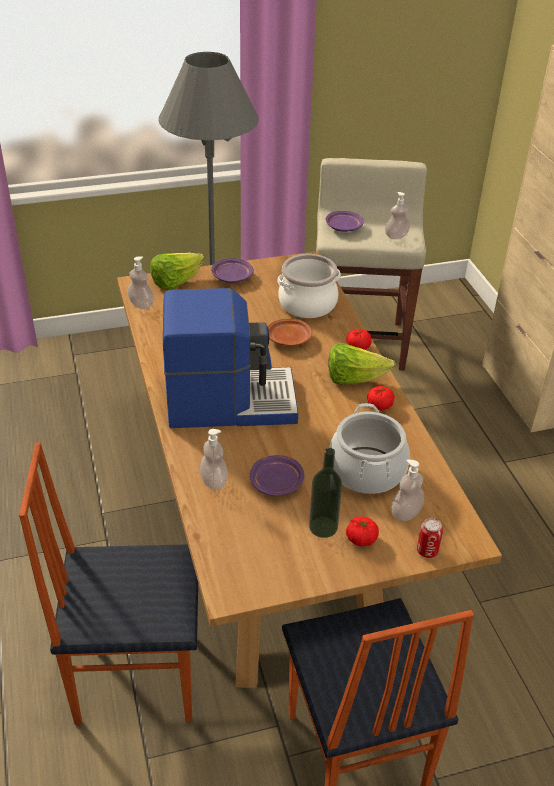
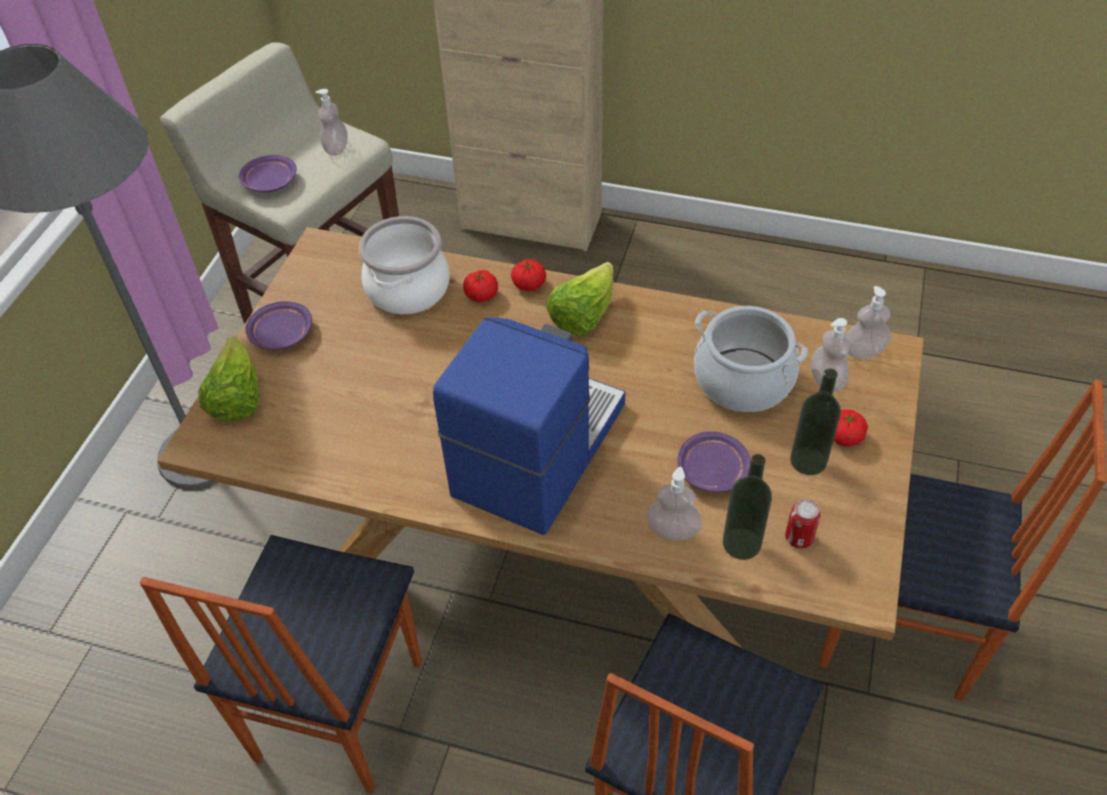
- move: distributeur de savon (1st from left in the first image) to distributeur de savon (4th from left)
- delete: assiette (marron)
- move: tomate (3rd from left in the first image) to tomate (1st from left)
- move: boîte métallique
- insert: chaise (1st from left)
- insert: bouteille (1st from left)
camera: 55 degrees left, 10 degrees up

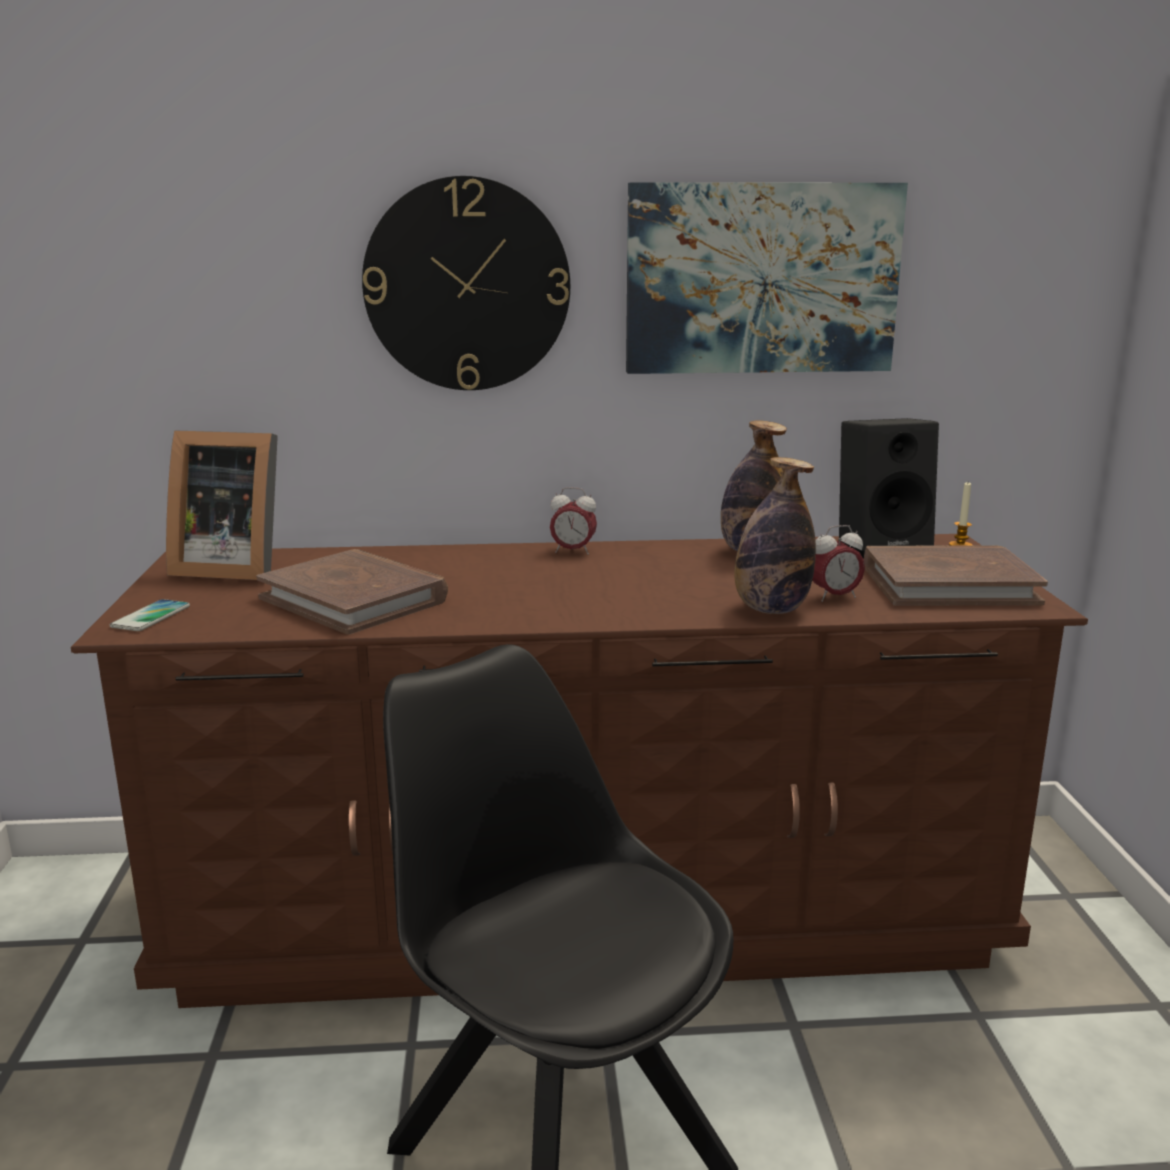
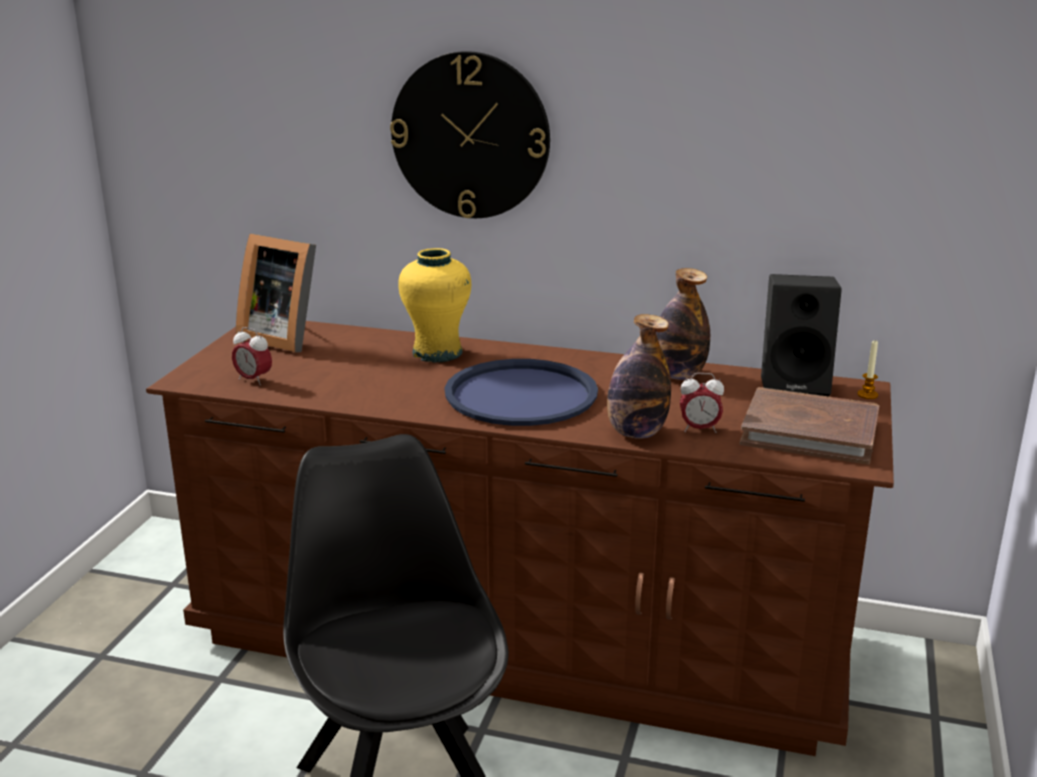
- delete: téléphone
- delete: livre (marron) (1st from left)
- move: réveil (1st from left)
- delete: tableau
- insert: vase (jaune)
- insert: plateau (bleu)
camera: 20 degrees right, 5 degrees up

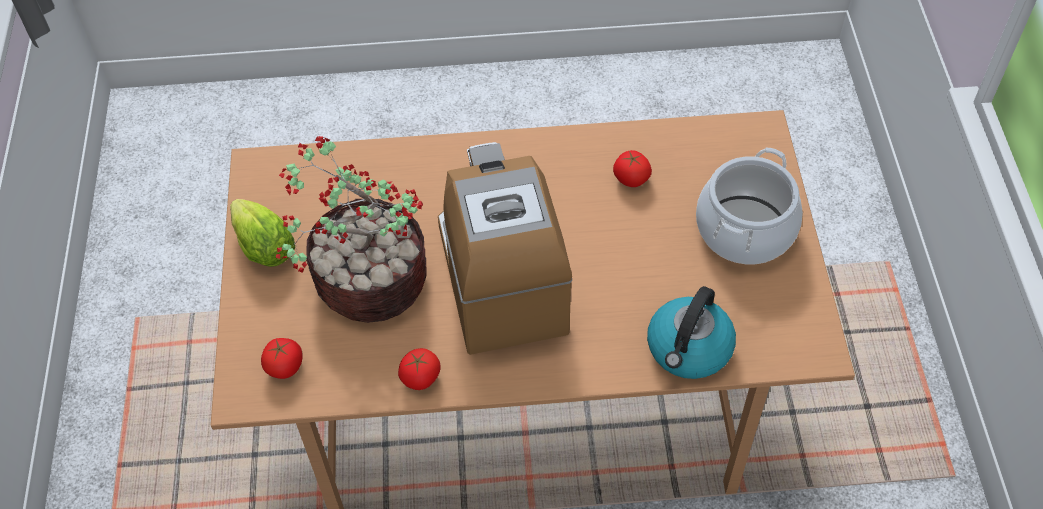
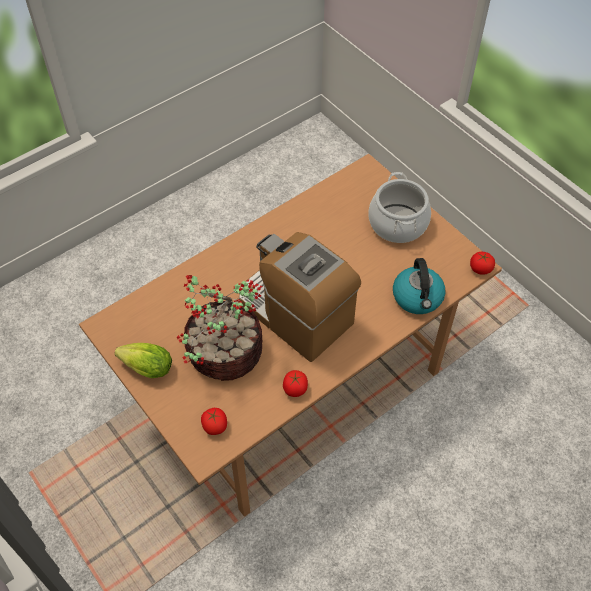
- move: tomate (3rd from left)
camera: 35 degrees left, 0 degrees up

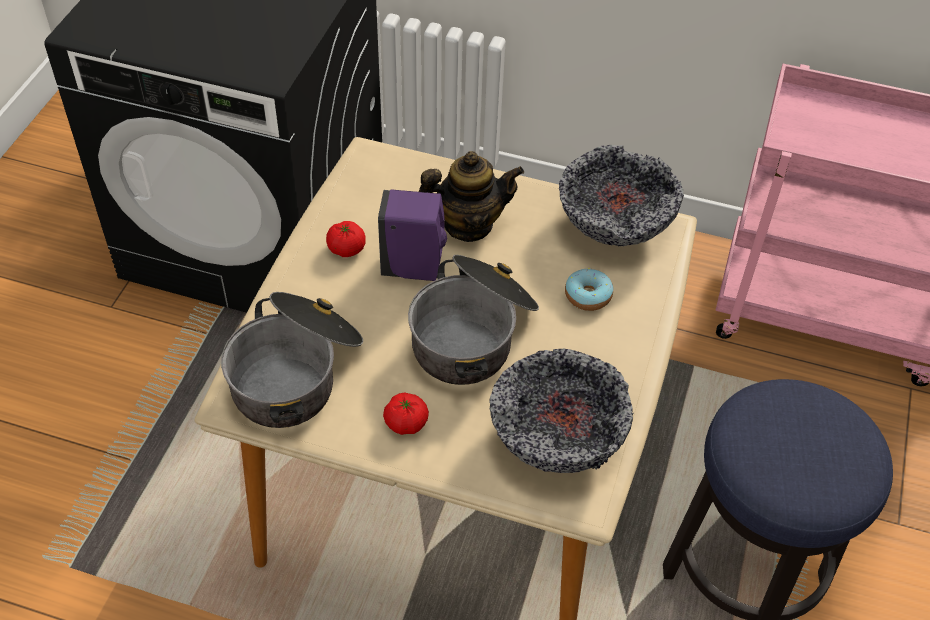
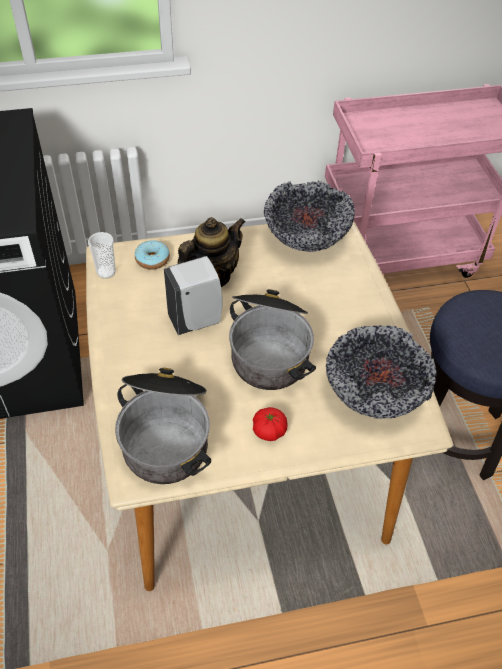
- delete: tomate (1st from left)
- recolor: distributeur de savon (violet) to distributeur de savon (blanc)
- move: beignet
- insert: tasse
camera: 30 degrees left, 0 degrees up

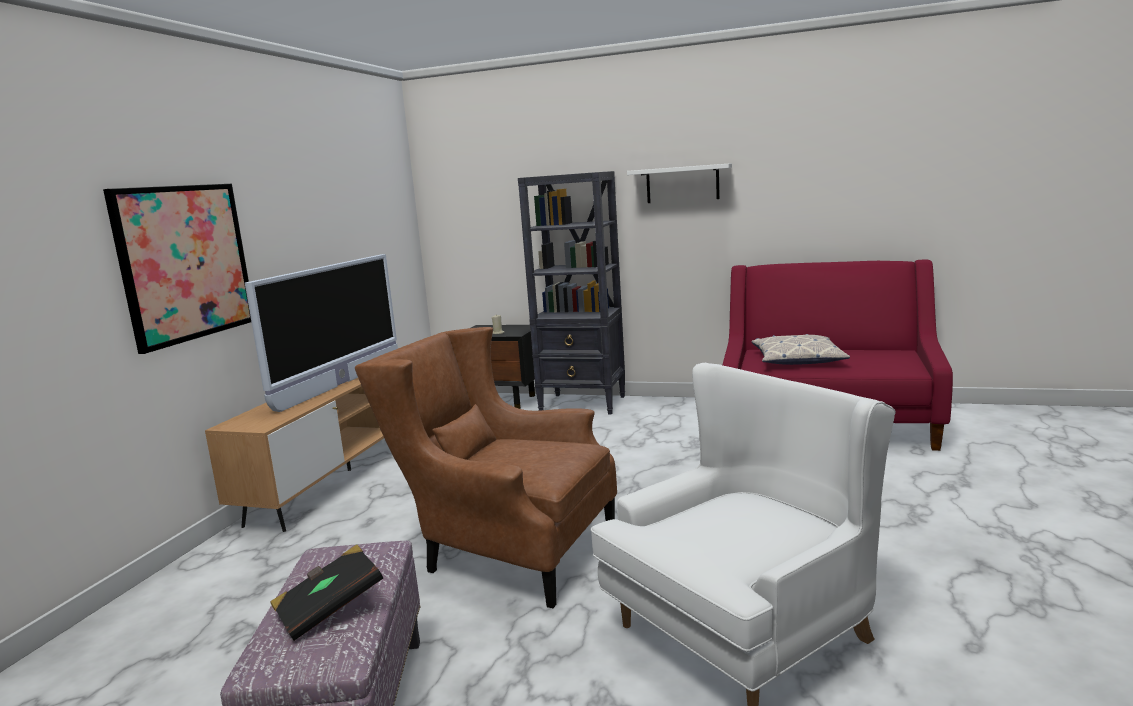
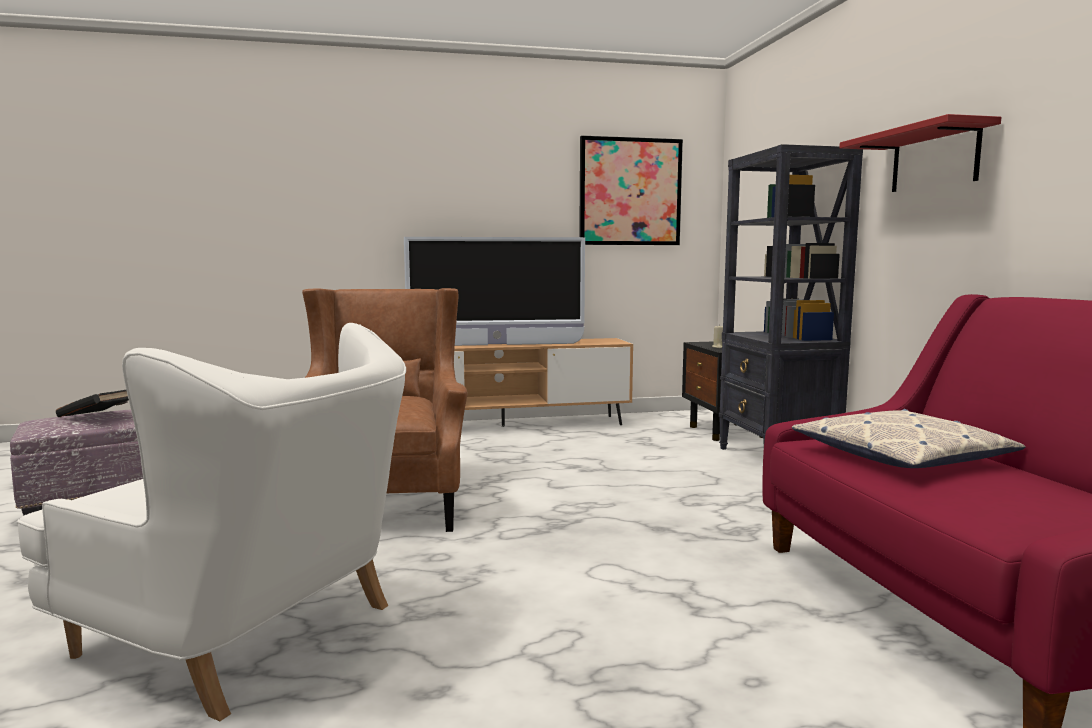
- move: tableau
- recolor: étagère (blanc) to étagère (rouge)
camera: 60 degrees right, 5 degrees down

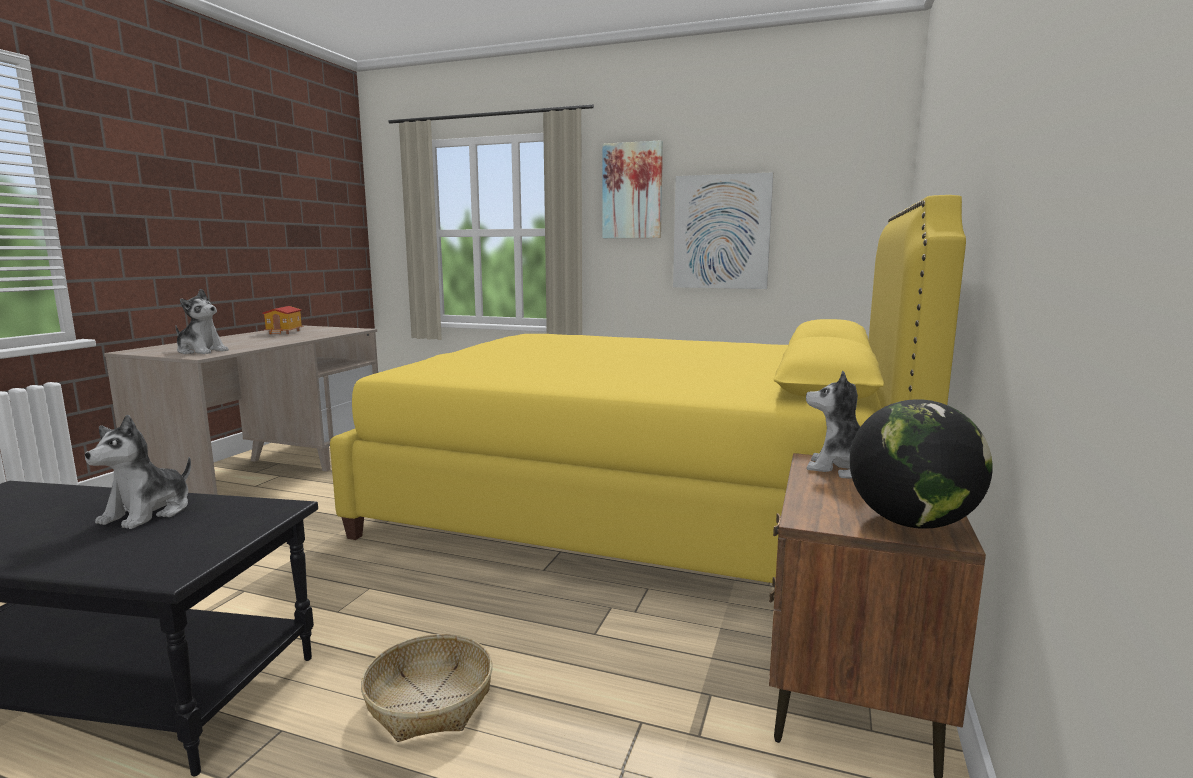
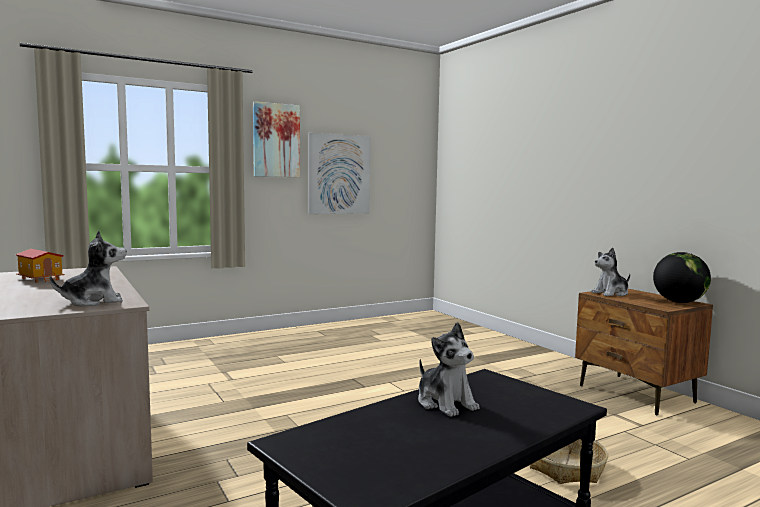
- delete: lit (jaune)
camera: 50 degrees left, 5 degrees down

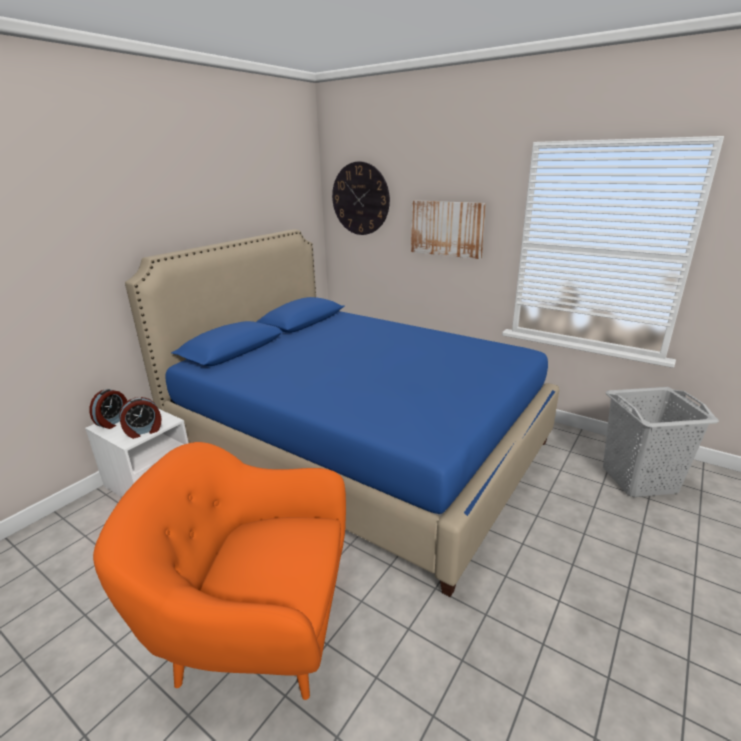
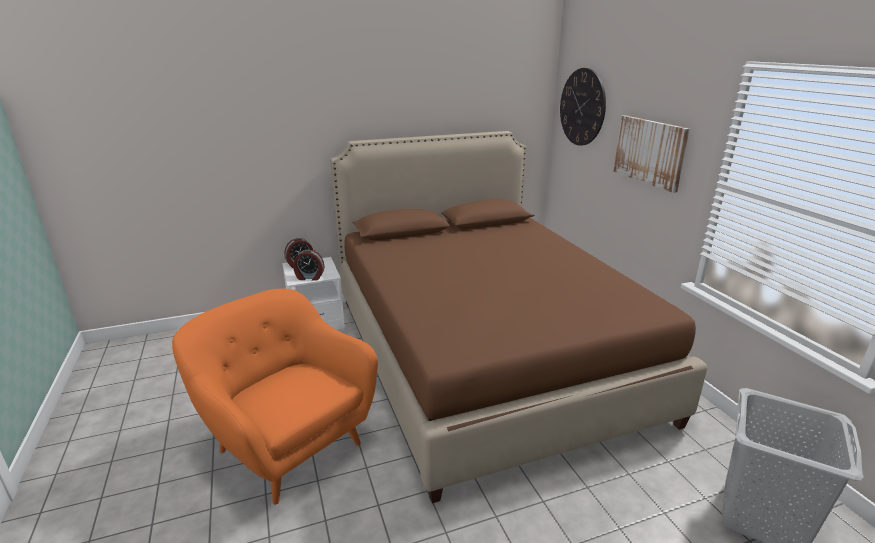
- recolor: lit (bleu) to lit (marron)
camera: 35 degrees right, 0 degrees up

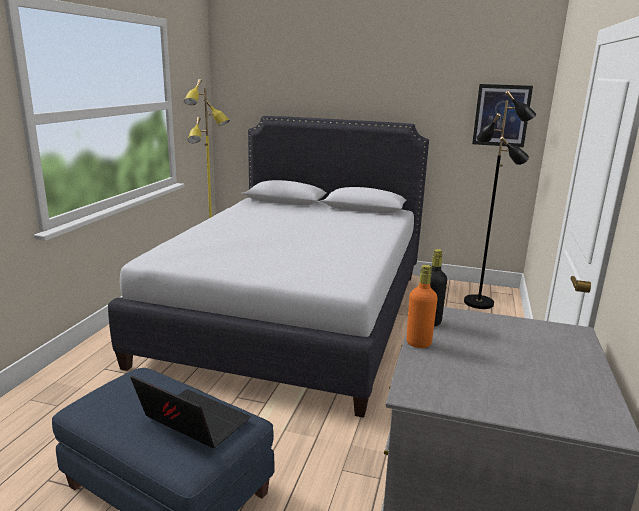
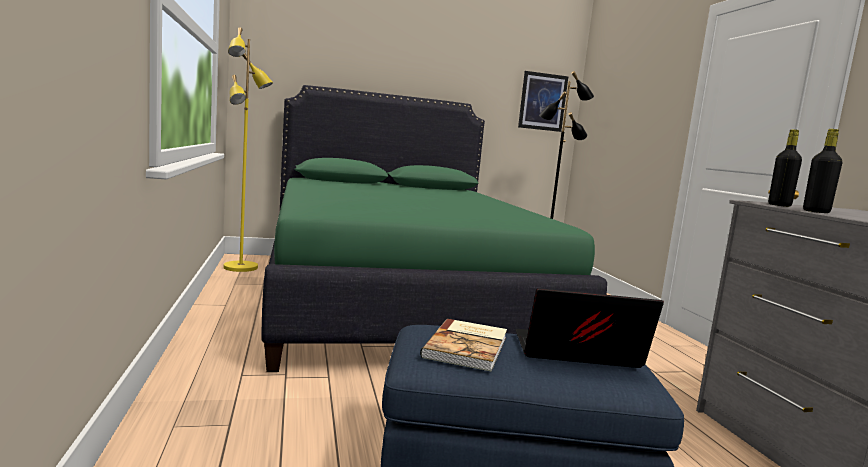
- recolor: lit (blanc) to lit (vert)
- recolor: bouteille (orange) to bouteille (noir) (2nd from left)
- insert: livre
camera: 30 degrees left, 10 degrees down

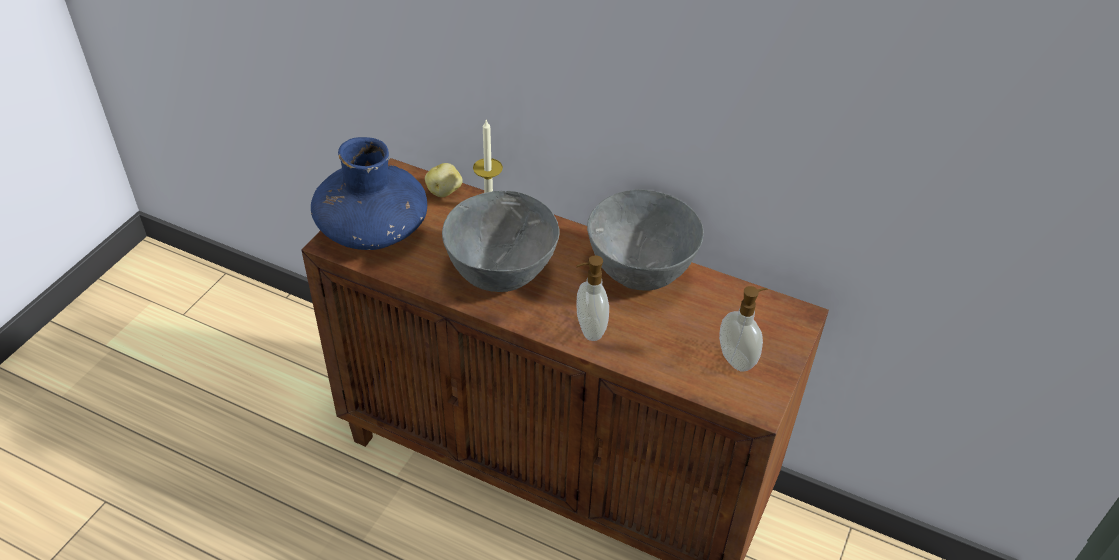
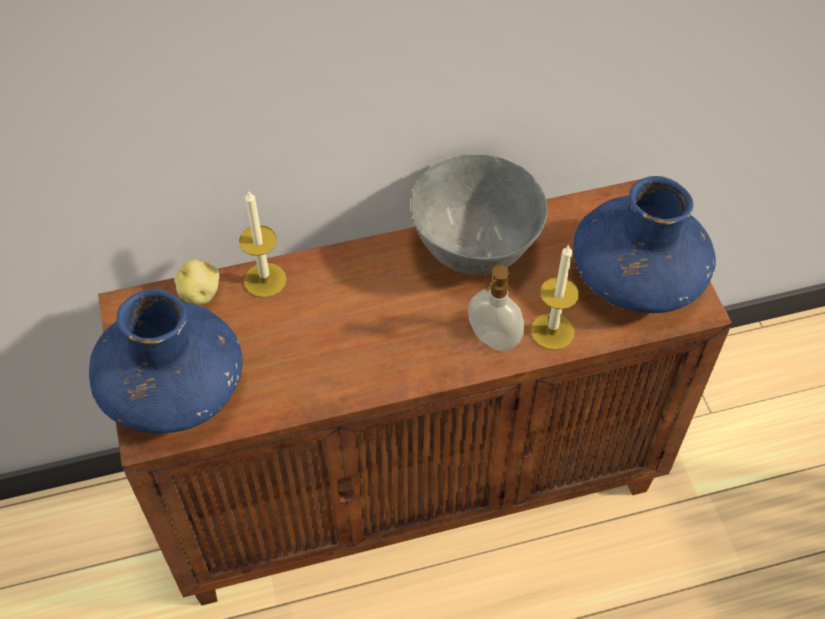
- delete: bol (gris) (1st from left)
- replace: distributeur de savon (2nd from left) to vase (bleu) (2nd from left)
- insert: bougie (2nd from left)
camera: 40 degrees left, 10 degrees up

